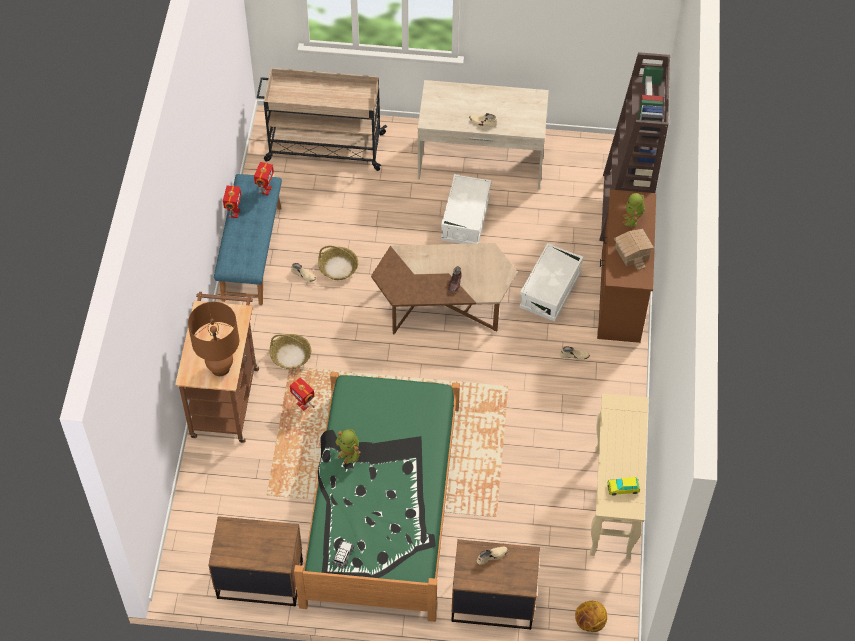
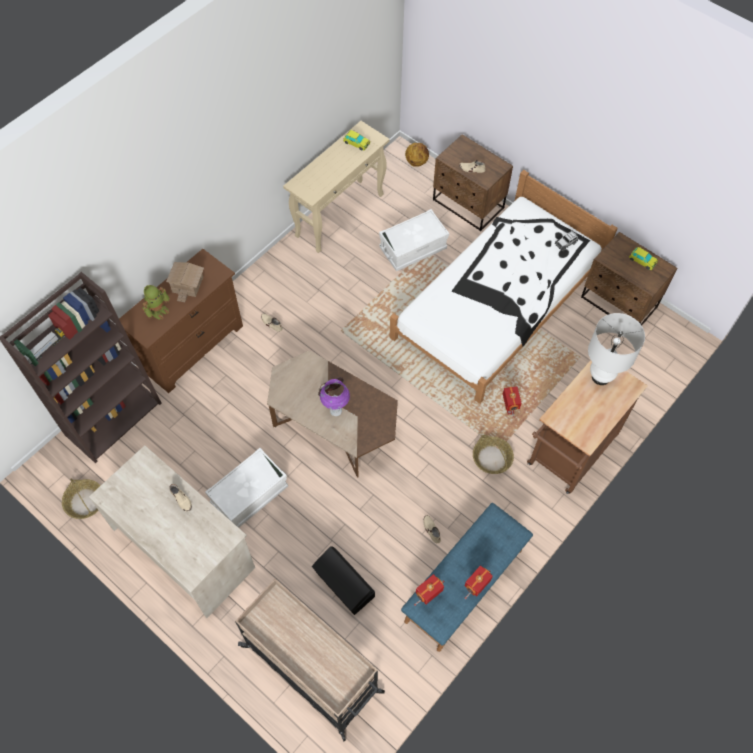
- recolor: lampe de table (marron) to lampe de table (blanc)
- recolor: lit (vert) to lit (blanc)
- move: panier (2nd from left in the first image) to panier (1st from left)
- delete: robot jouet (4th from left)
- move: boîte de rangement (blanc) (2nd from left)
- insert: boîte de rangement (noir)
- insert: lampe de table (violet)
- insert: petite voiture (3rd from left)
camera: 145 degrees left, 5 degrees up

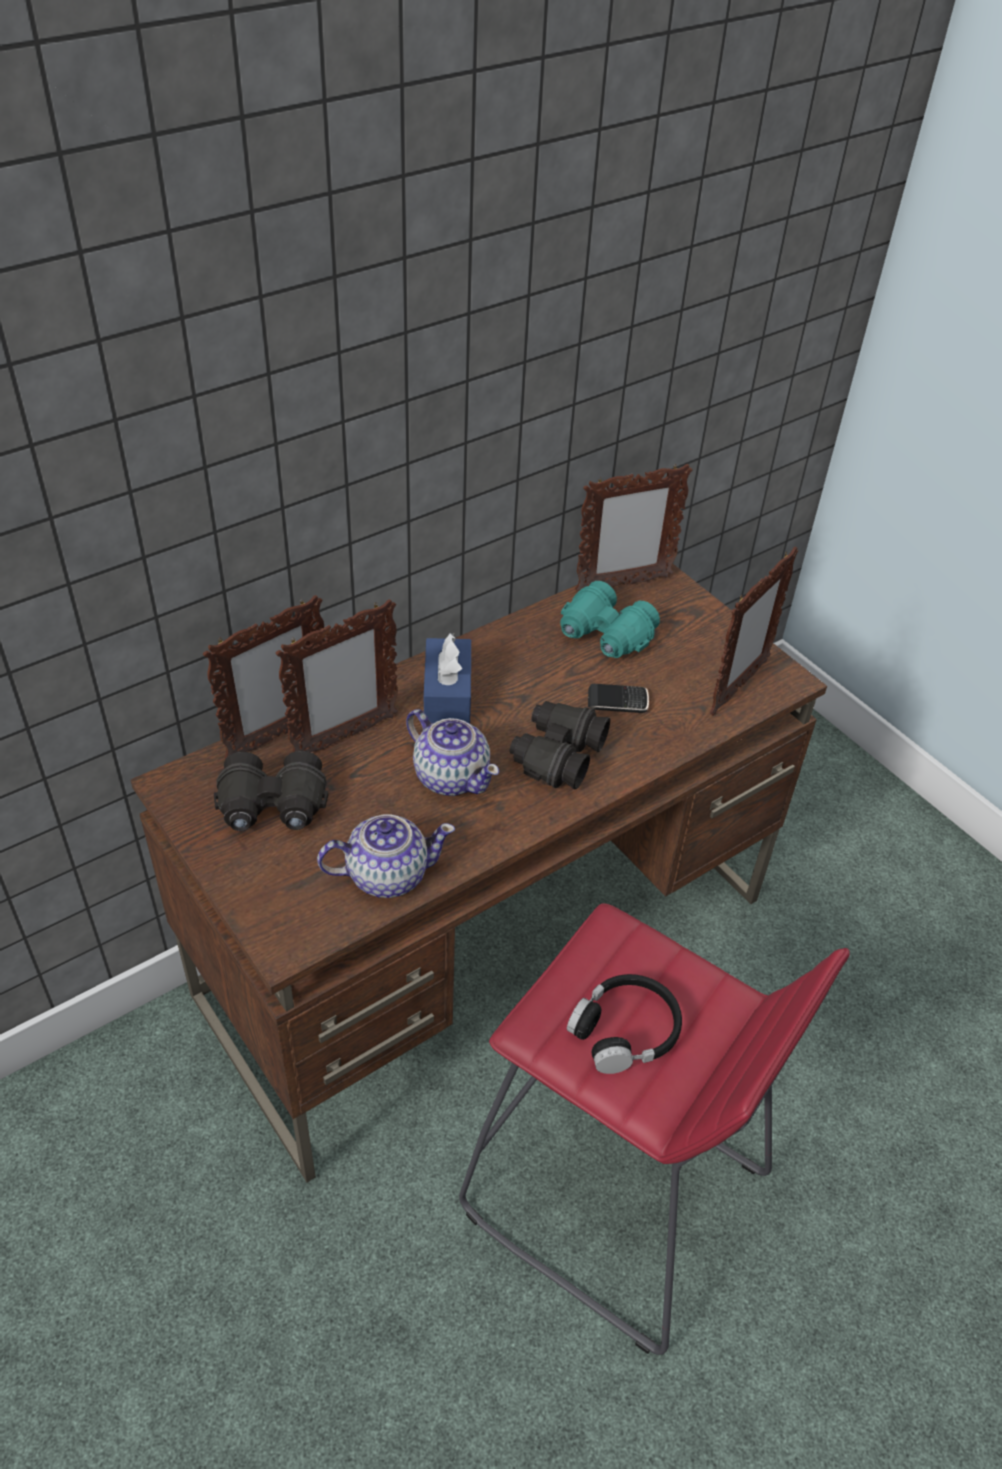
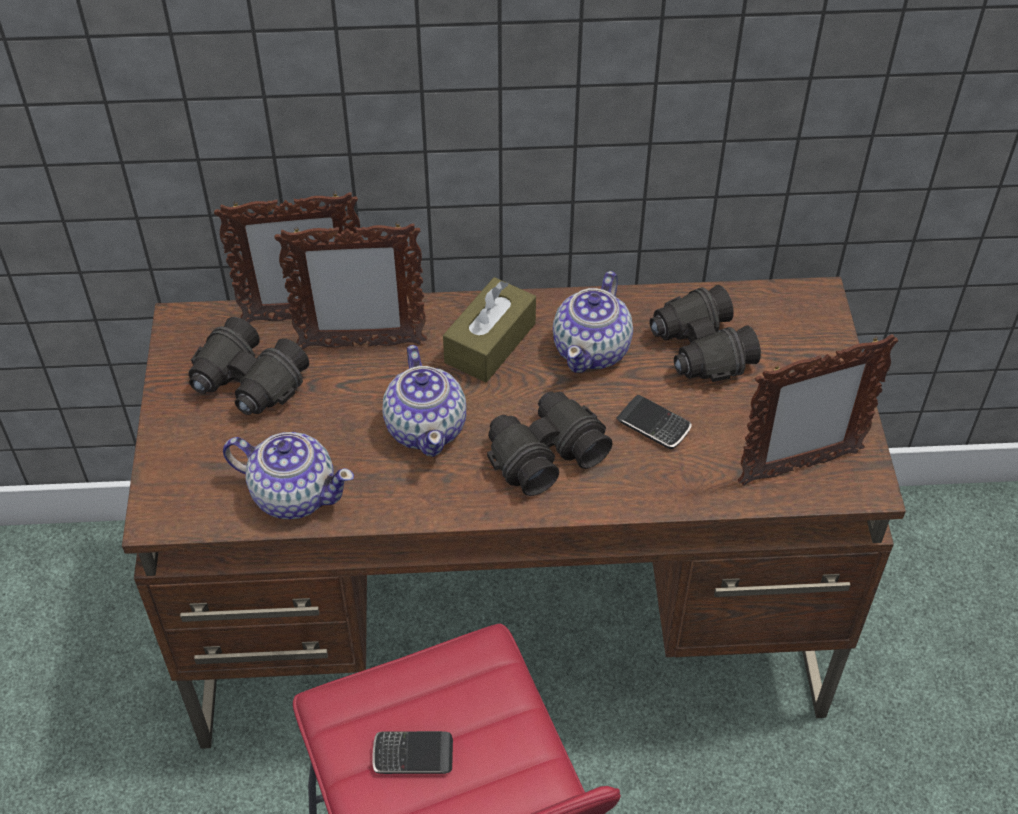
- recolor: boîte à mouchoirs (bleu) to boîte à mouchoirs (marron)
- recolor: jumelles (turquoise) to jumelles (noir) (3rd from left)
- replace: casque audio (noir) to téléphone (1st from left)
- delete: cadre photo (3rd from left)
- insert: théière (3rd from left)
camera: 35 degrees right, 5 degrees up

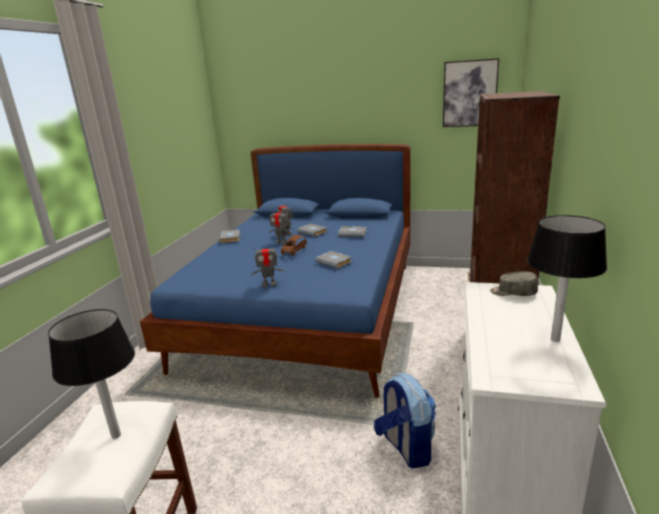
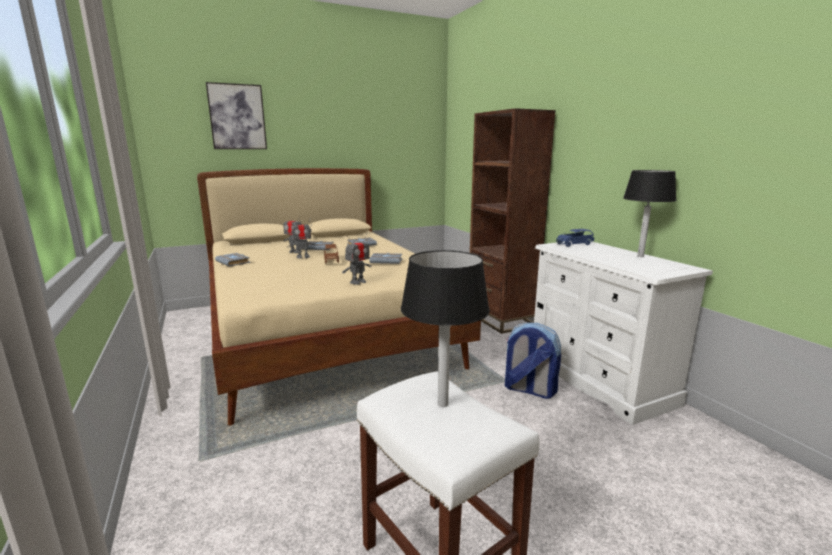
- recolor: lit (bleu) to lit (beige)
- move: tableau
- replace: casquette (gris) to petite voiture (bleu)
camera: 40 degrees left, 5 degrees down

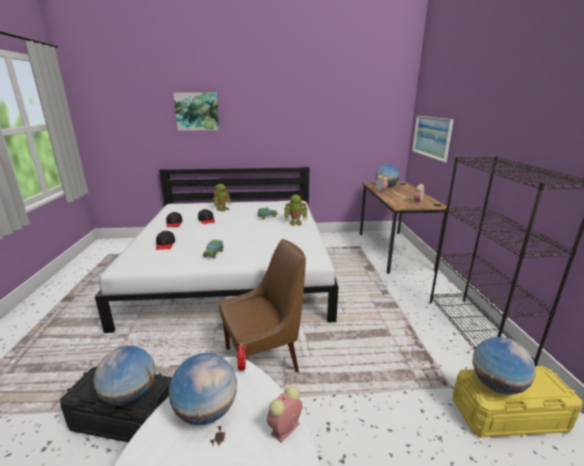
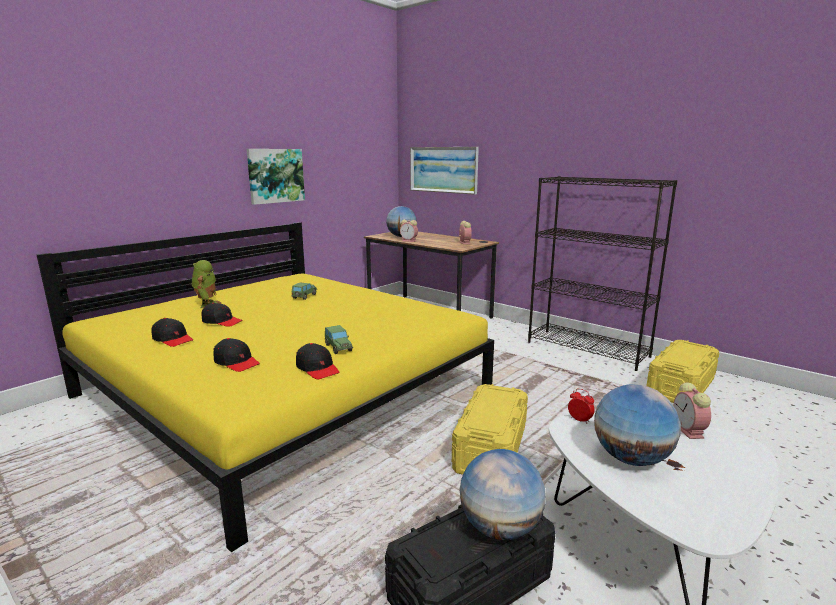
- recolor: lit (blanc) to lit (jaune)
- move: tableau (1st from left)
- replace: chaise (marron) to boîte de rangement (jaune) (1st from left)
- delete: robot jouet (2nd from left)
- delete: globe (4th from left)
- insert: casquette (noir) (4th from left)
camera: 45 degrees left, 5 degrees down

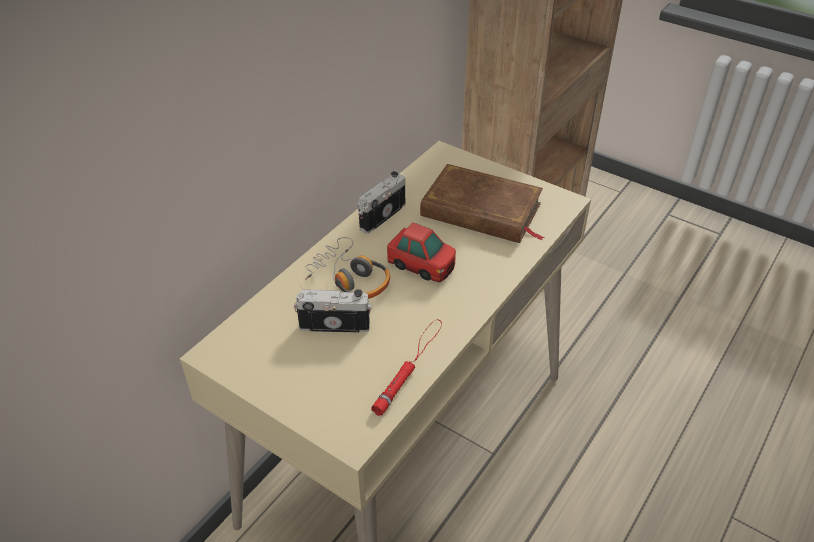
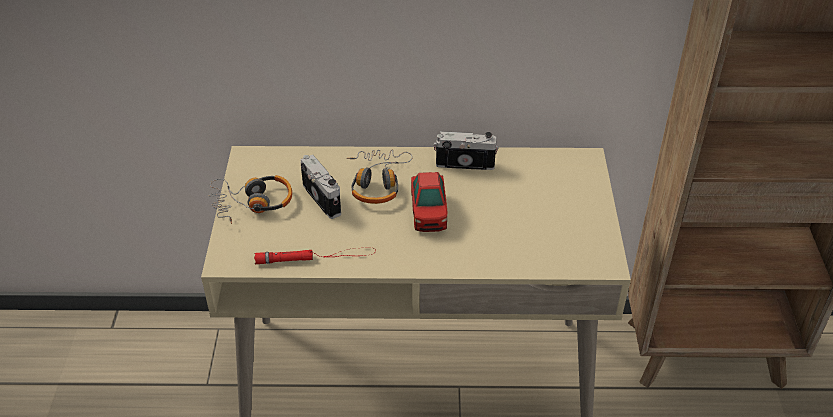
- delete: livre (marron)
- insert: casque audio (1st from left)
camera: 55 degrees right, 0 degrees up

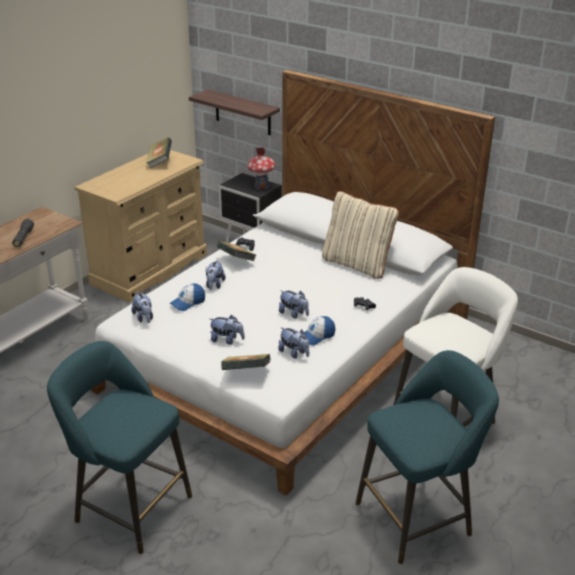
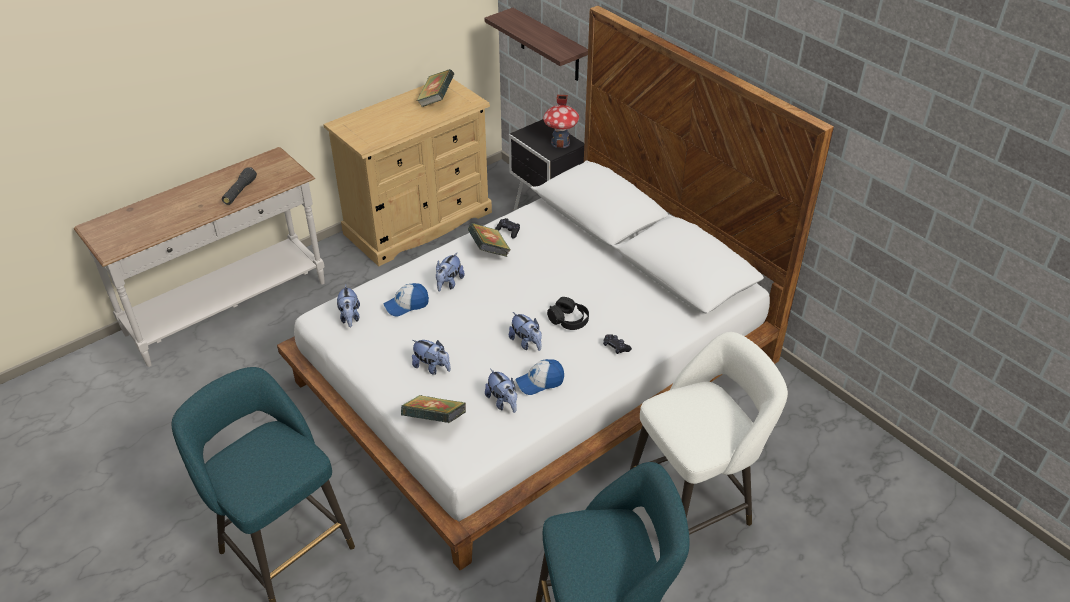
- delete: coussin (beige)
- insert: casque audio (noir)
camera: 15 degrees right, 10 degrees up

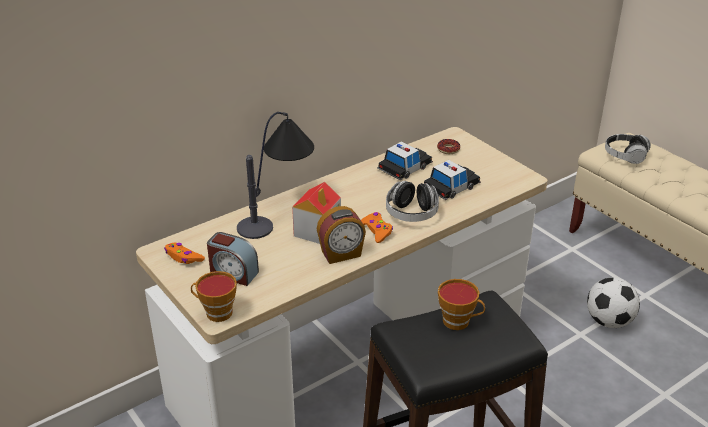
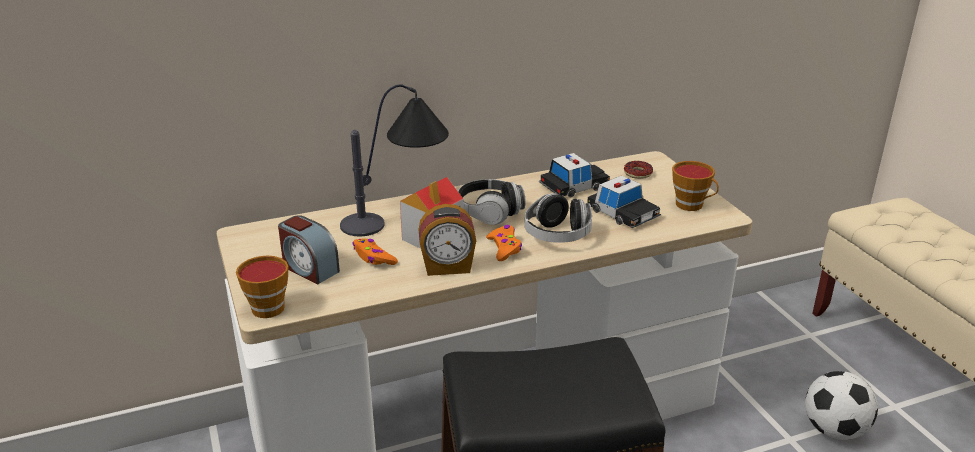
- move: manette (orange) (1st from left)
- rotate: petite voiture (2nd from left) 75 degrees clockwise
- move: tasse (2nd from left)
- move: casque audio (2nd from left in the first image) to casque audio (1st from left)
camera: 15 degrees right, 5 degrees down

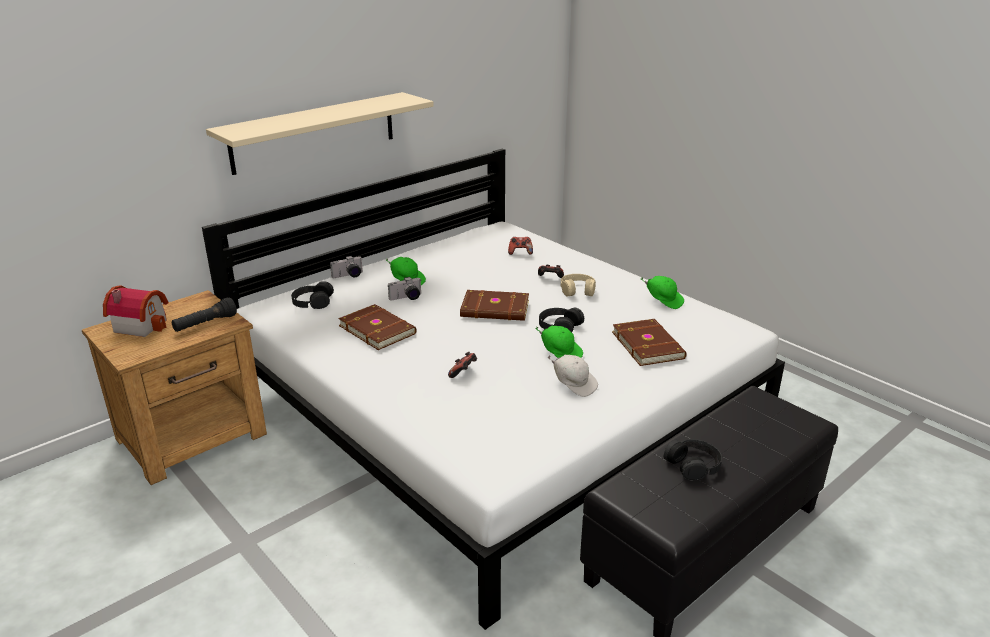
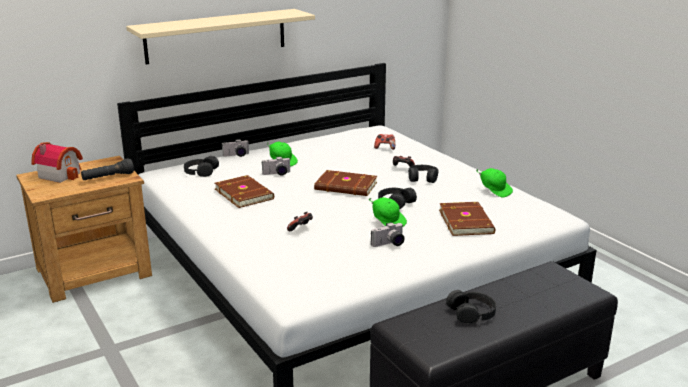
- replace: casquette (blanc) to appareil photo (3rd from left)
- recolor: casque audio (beige) to casque audio (noir) (3rd from left)
camera: 10 degrees right, 5 degrees down

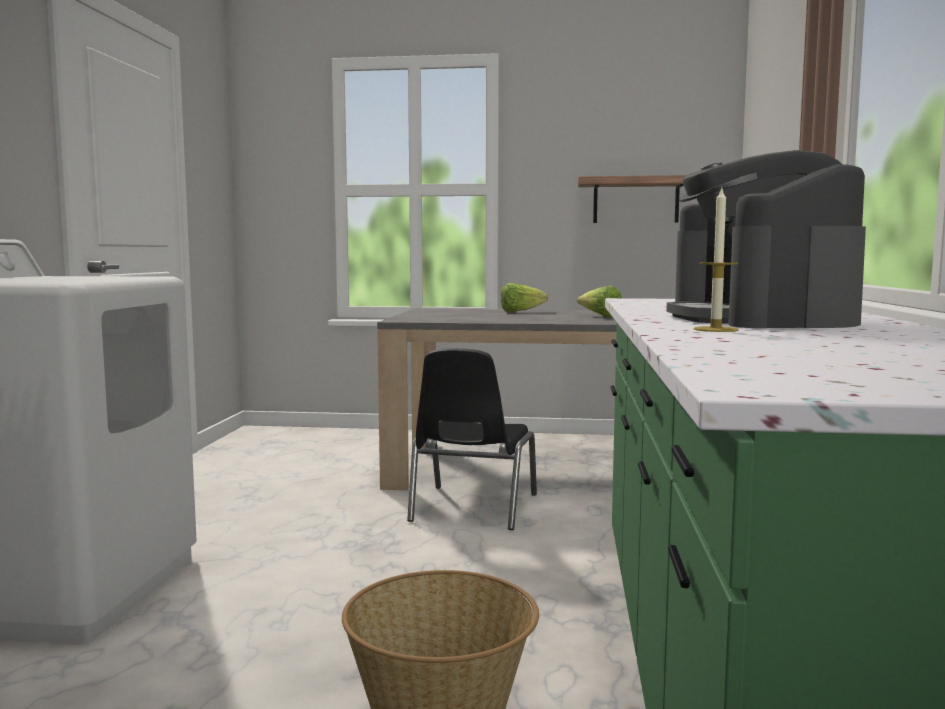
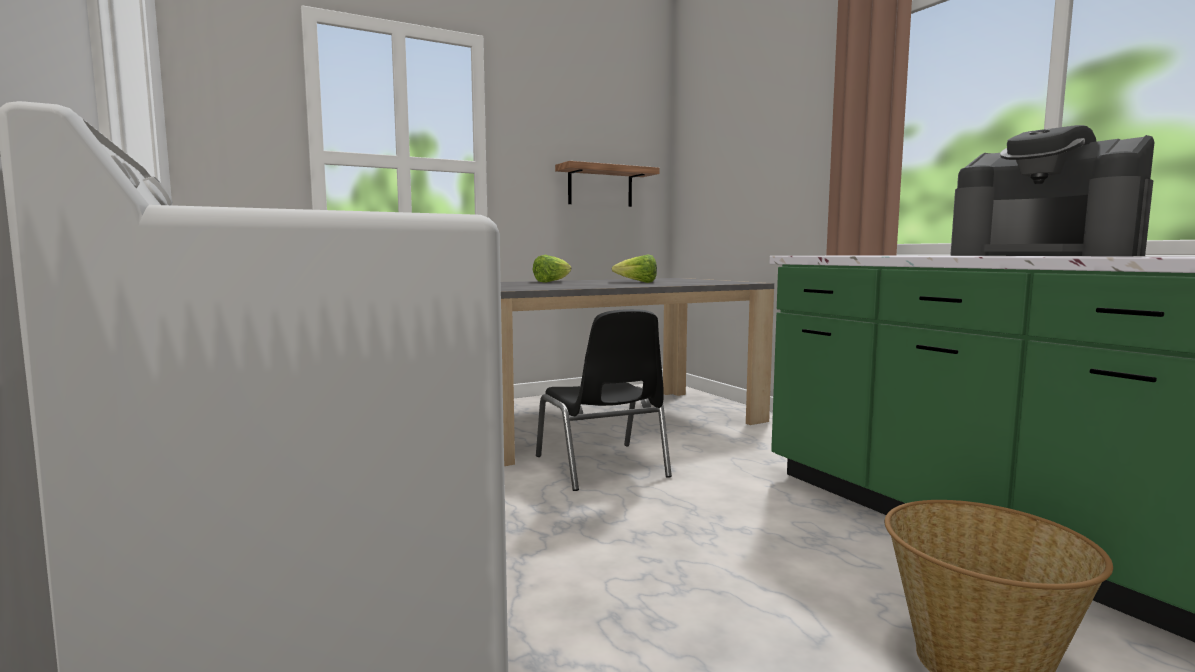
- delete: bougie
camera: 35 degrees left, 0 degrees up

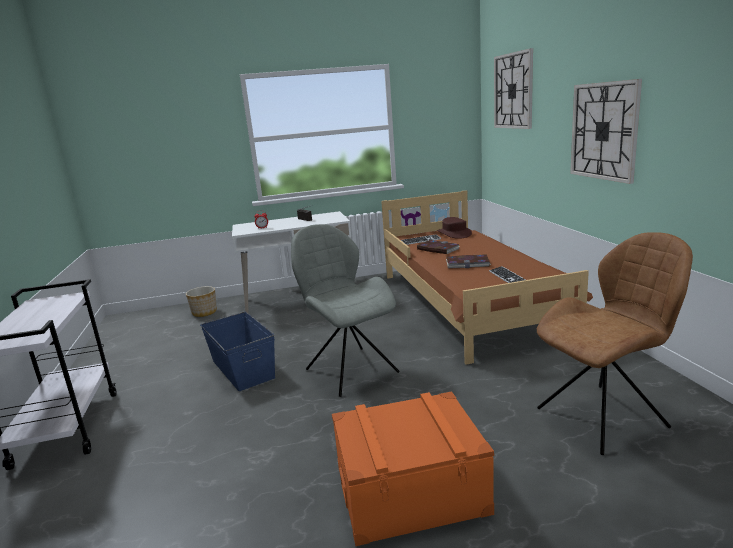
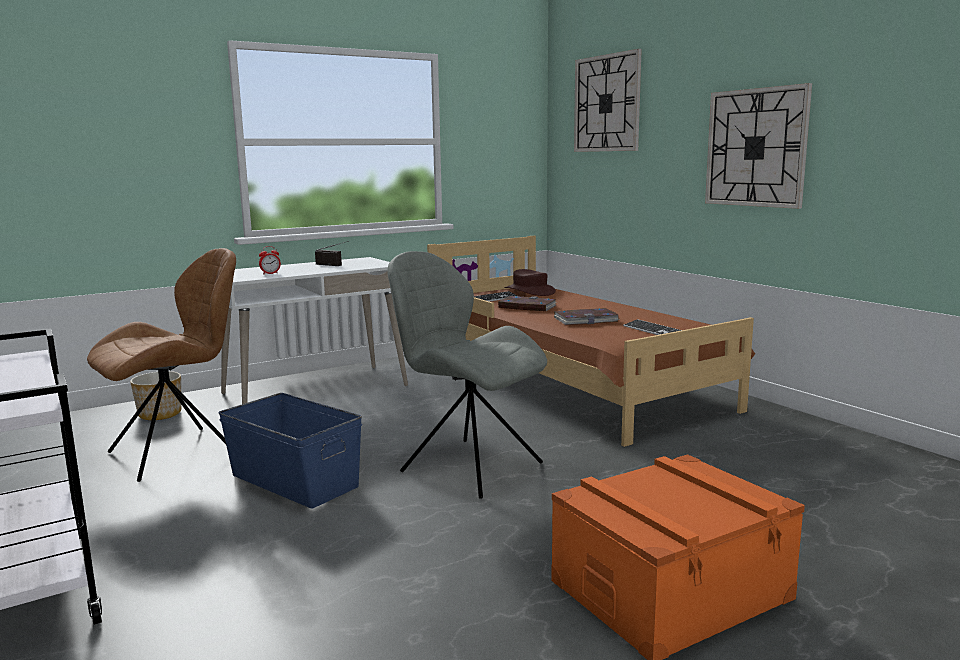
- move: chaise (marron)
camera: 20 degrees left, 5 degrees down

